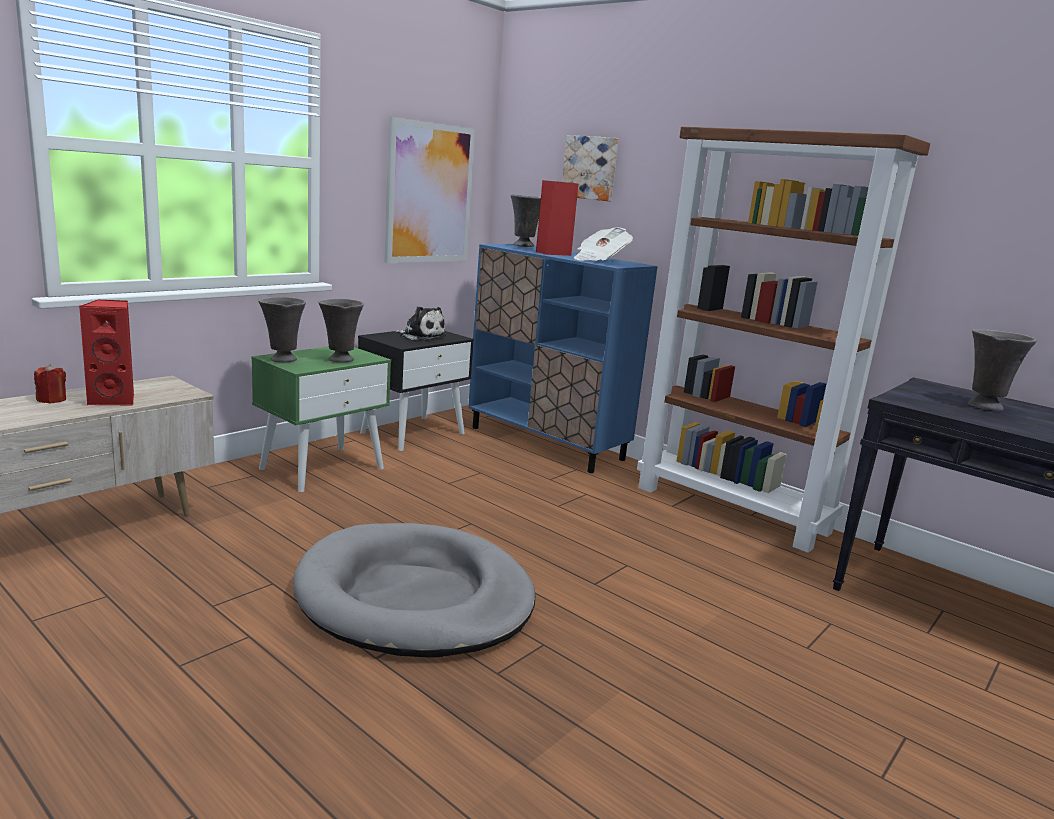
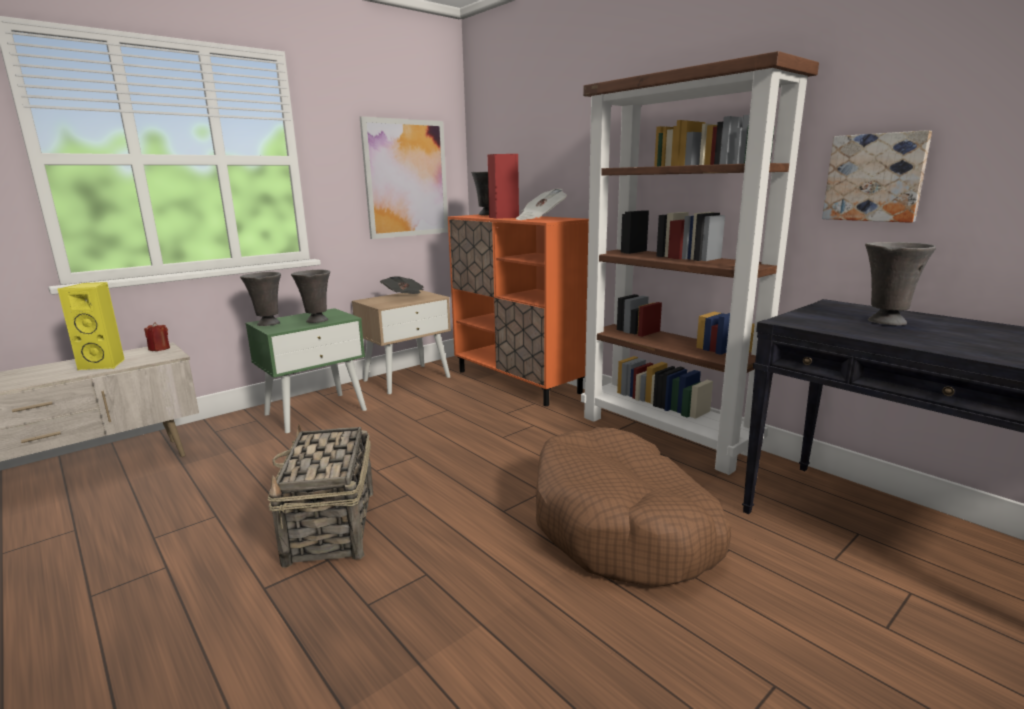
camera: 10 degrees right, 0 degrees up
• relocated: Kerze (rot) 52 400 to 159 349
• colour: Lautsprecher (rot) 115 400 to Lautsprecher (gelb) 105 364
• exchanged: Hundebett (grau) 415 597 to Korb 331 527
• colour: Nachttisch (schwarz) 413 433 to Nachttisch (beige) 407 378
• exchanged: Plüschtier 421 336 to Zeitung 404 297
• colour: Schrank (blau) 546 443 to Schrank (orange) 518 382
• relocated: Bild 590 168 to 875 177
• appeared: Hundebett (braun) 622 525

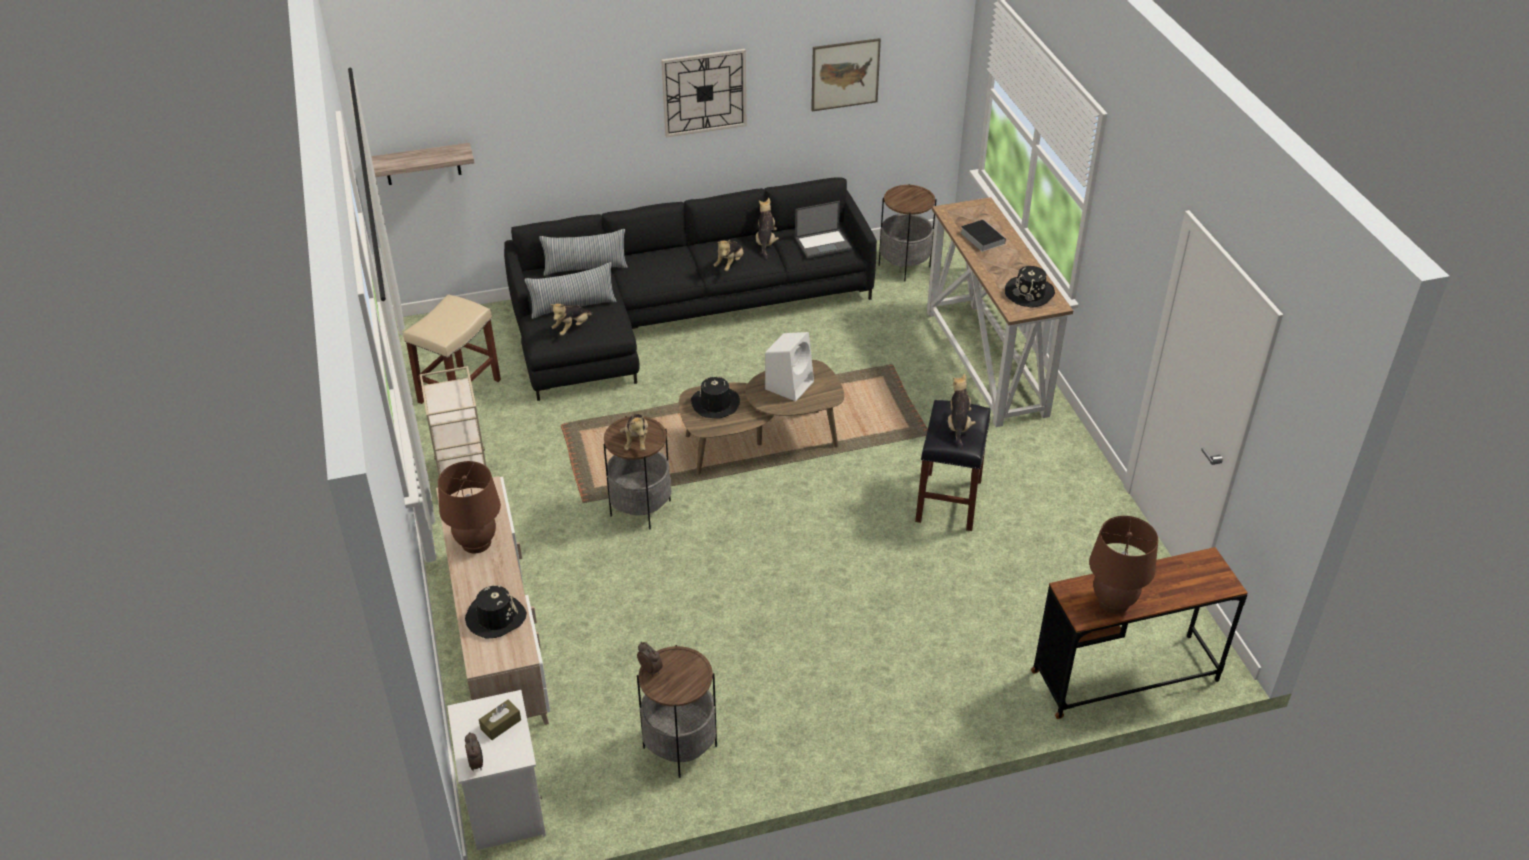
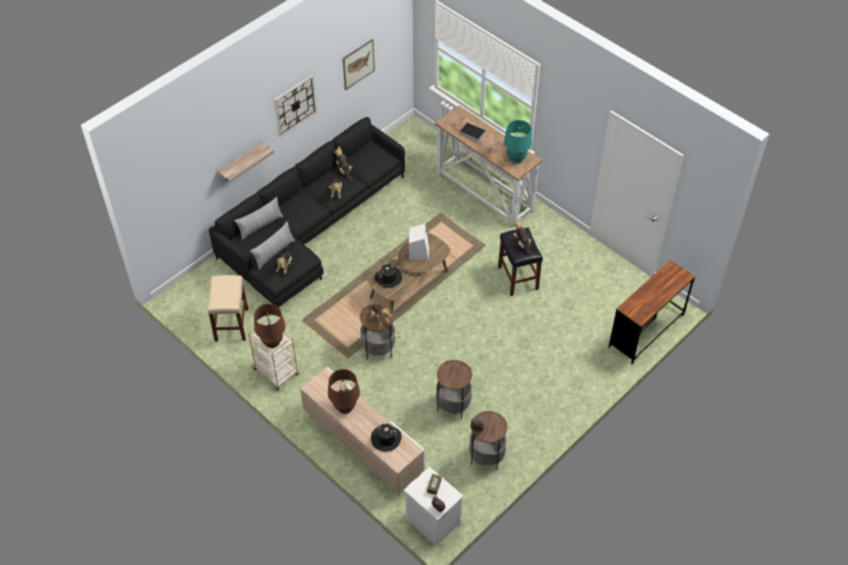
camera: 30 degrees left, 10 degrees up
• relocated: Wandregal 422 164 to 241 162
• missing: Laptop 823 243
• relocated: Beistelltisch 904 266 to 453 405
• exchanged: Hut (schwarz) 1029 293 to Tischlampe (türkis) 516 158
• relocated: Tischlampe (braun) 1113 601 to 272 341

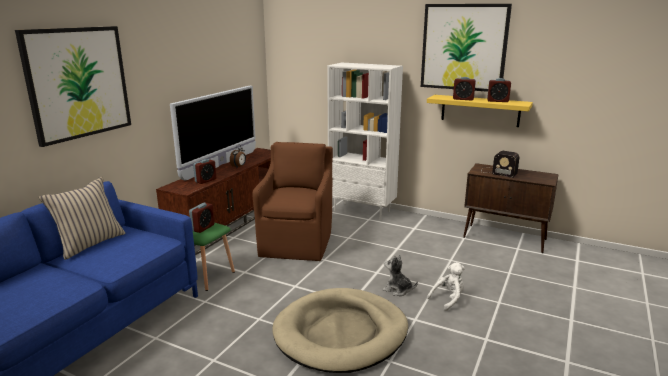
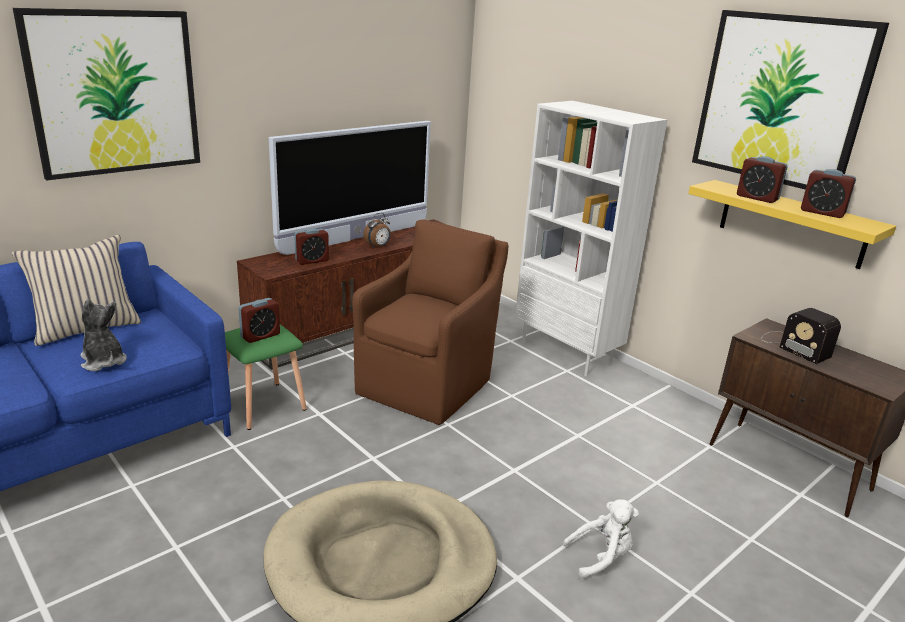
camera: 20 degrees right, 5 degrees up
• relocated: Plüschtier 397 290 to 103 361

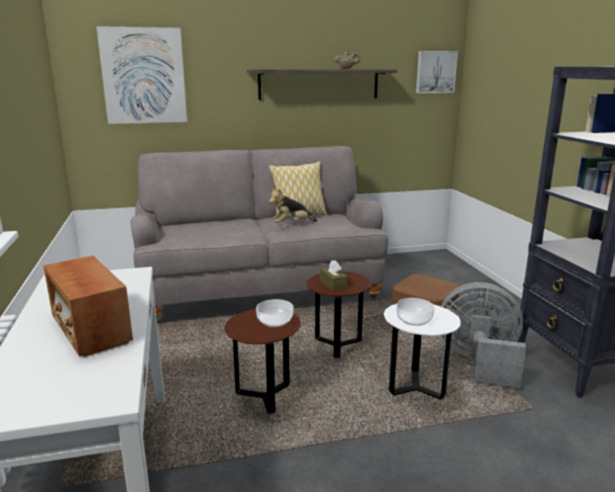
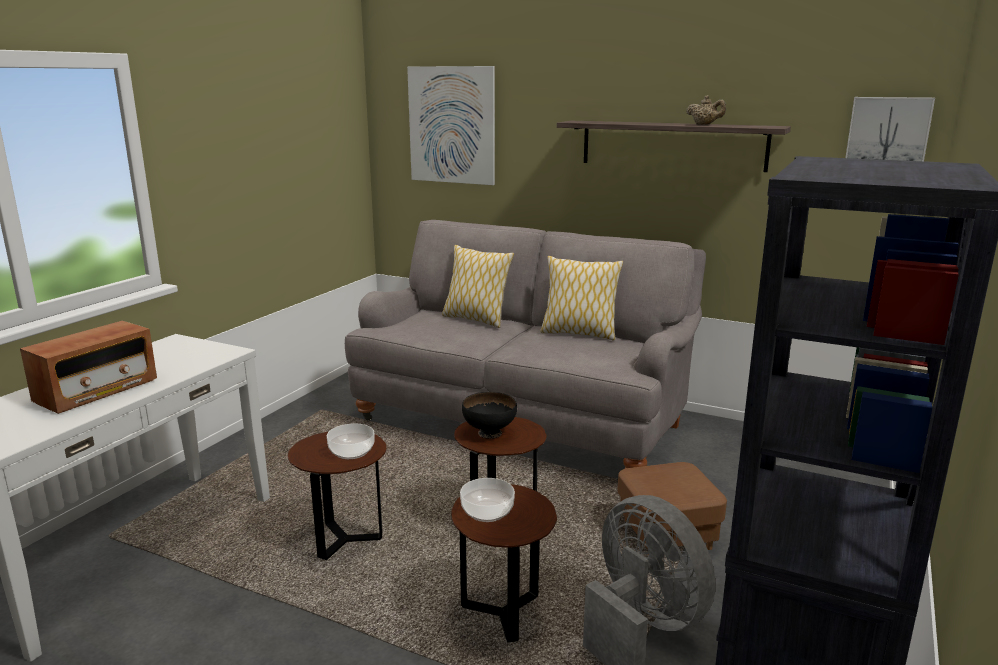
camera: 40 degrees right, 0 degrees up
• spun: Radio 90 329 = 97 391 150 degrees counterclockwise
• missing: Plüschtier 291 224
• exchanged: Taschentuchbox (braun) 333 284 to Schüssel (schwarz) 489 433
• colour: Beistelltisch (weiß) 416 388 to Beistelltisch (braun) 503 615
• appeared: Kissen 476 319

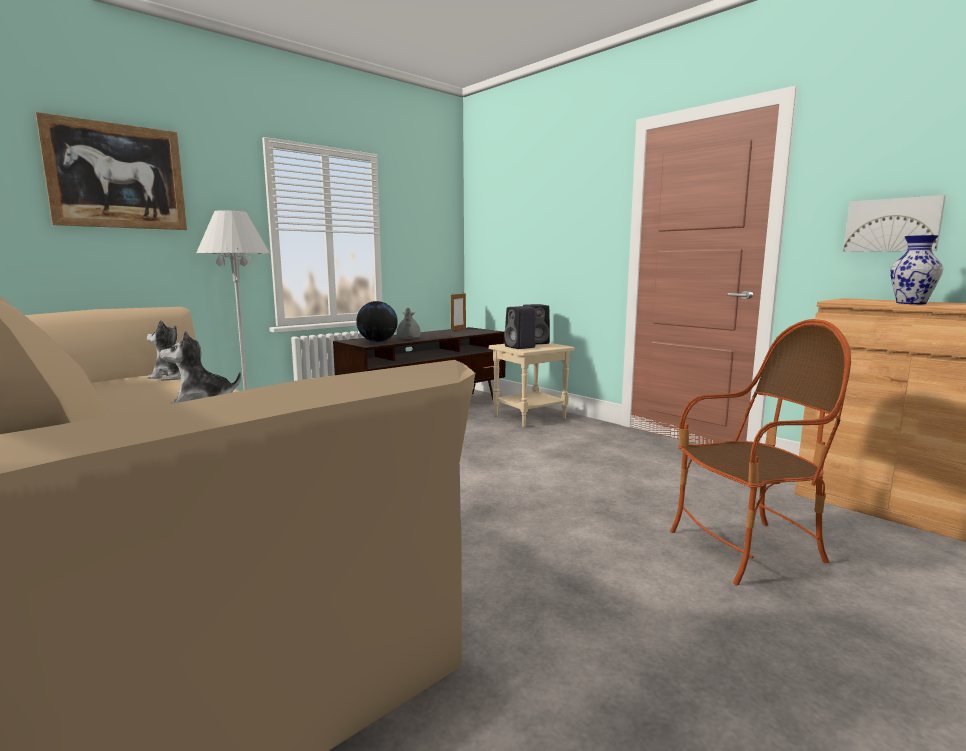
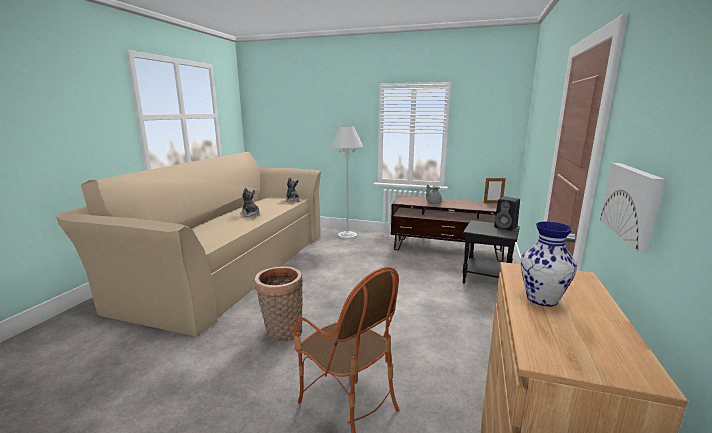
camera: 60 degrees right, 5 degrees up
• missing: Bild 117 176
• missing: Globus 377 341
• colour: Beistelltisch (beige) 529 417 to Beistelltisch (schwarz) 487 279
• missing: Lautsprecher (schwarz) 520 347
• appeared: Korb 282 332

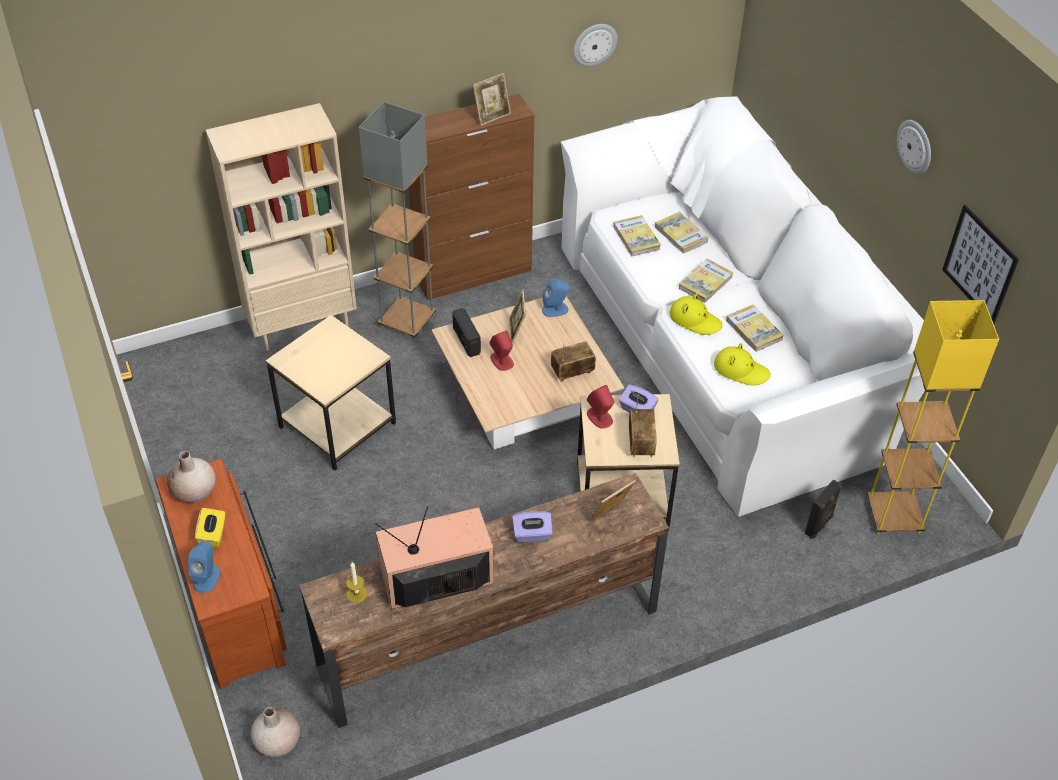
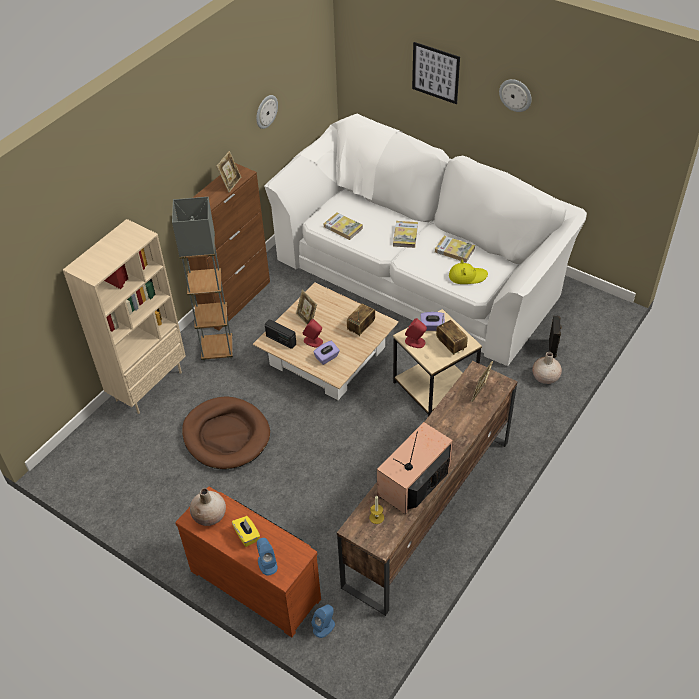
camera: 30 degrees left, 0 degrees up
• relocated: Vase (beige) 277 741 to 545 377
• exchanged: Beistelltisch (beige) 337 424 to Hundebett (braun) 226 435
• relocated: Taschentuchbox (lila) 532 535 to 327 357
• relocated: Lautsprecher (blau) 555 309 to 324 627
• missing: Buch 680 235
• missing: Hut (gelb) 695 319
• missing: Stehlampe (gelb) 894 516
• relocated: Bild 980 264 to 435 72

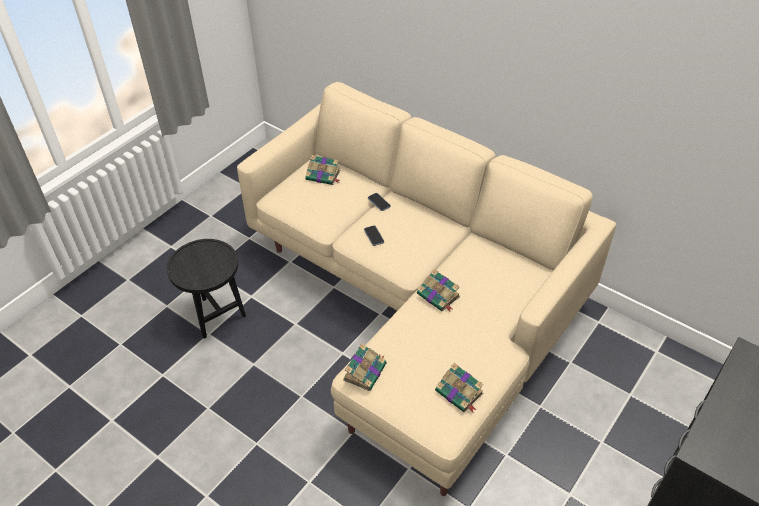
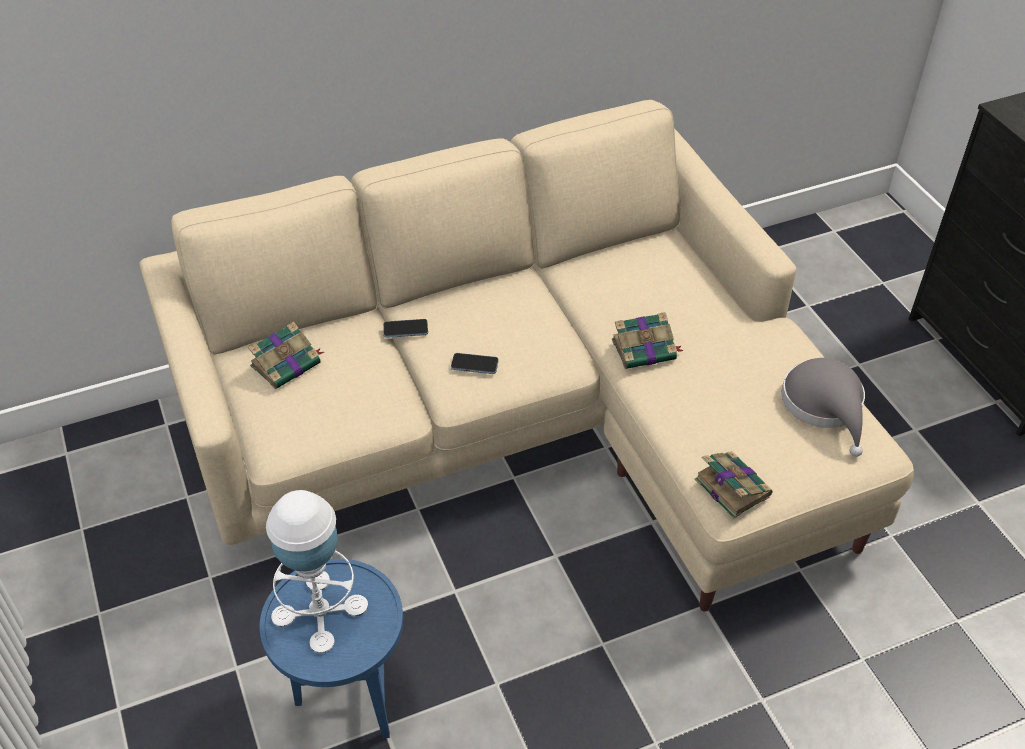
camera: 60 degrees left, 0 degrees up
• colour: Beistelltisch (schwarz) 215 314 to Beistelltisch (blau) 347 698
• exchanged: Buch 460 393 to Hut (grau) 825 406
• appeared: Tischlampe (weiß) 319 611

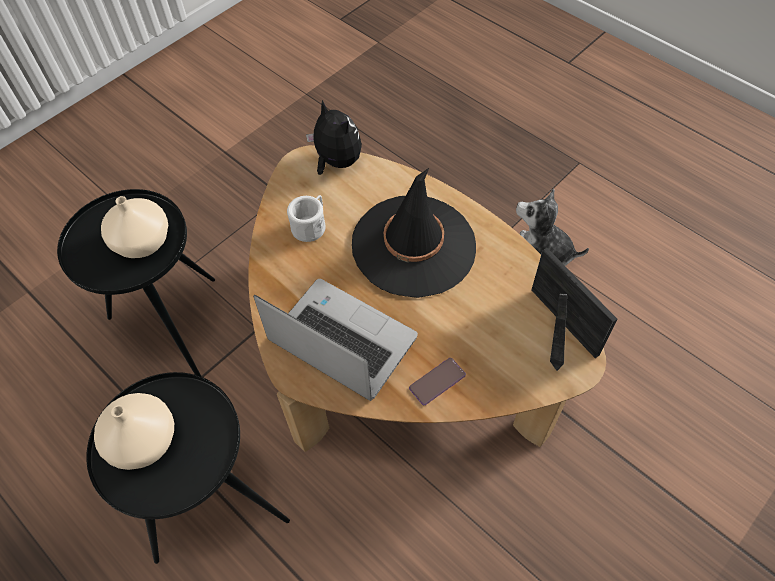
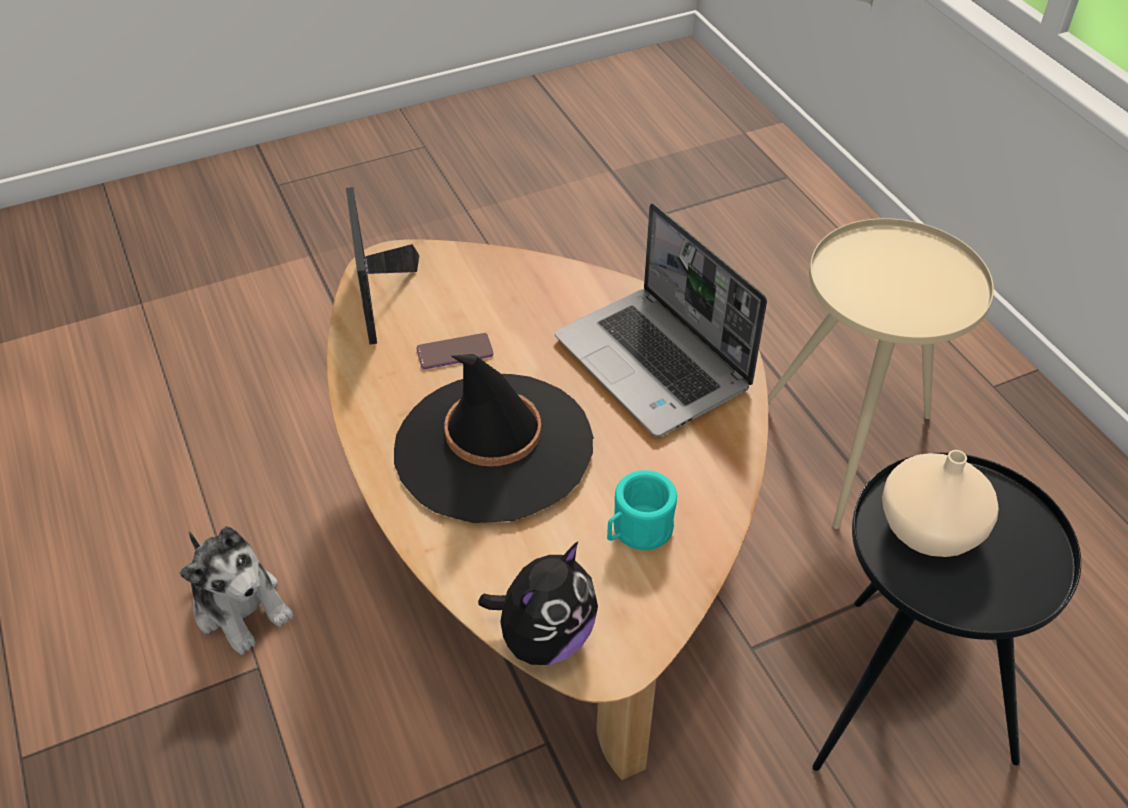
camera: 160 degrees left, 10 degrees down
• colour: Beistelltisch (schwarz) 214 503 to Beistelltisch (beige) 852 448
• missing: Vase (beige) 145 440
• colour: Henkelbecher (weiß) 311 225 to Henkelbecher (türkis) 637 530
• spun: Plüschtier 336 162 = 544 637 120 degrees counterclockwise
• relocated: Handy 437 381 to 455 352

